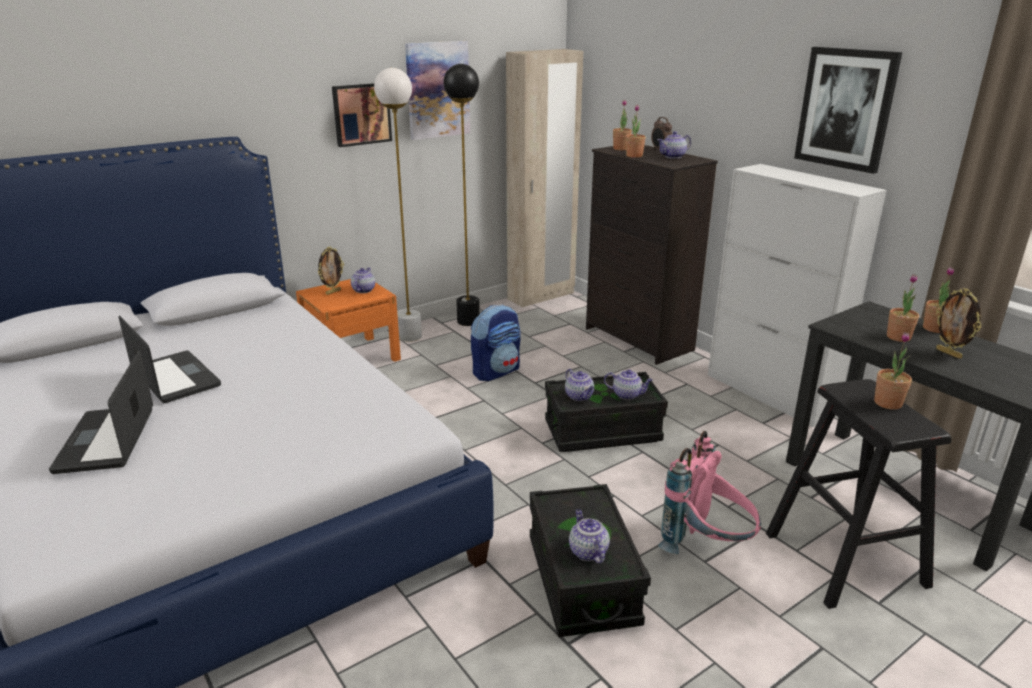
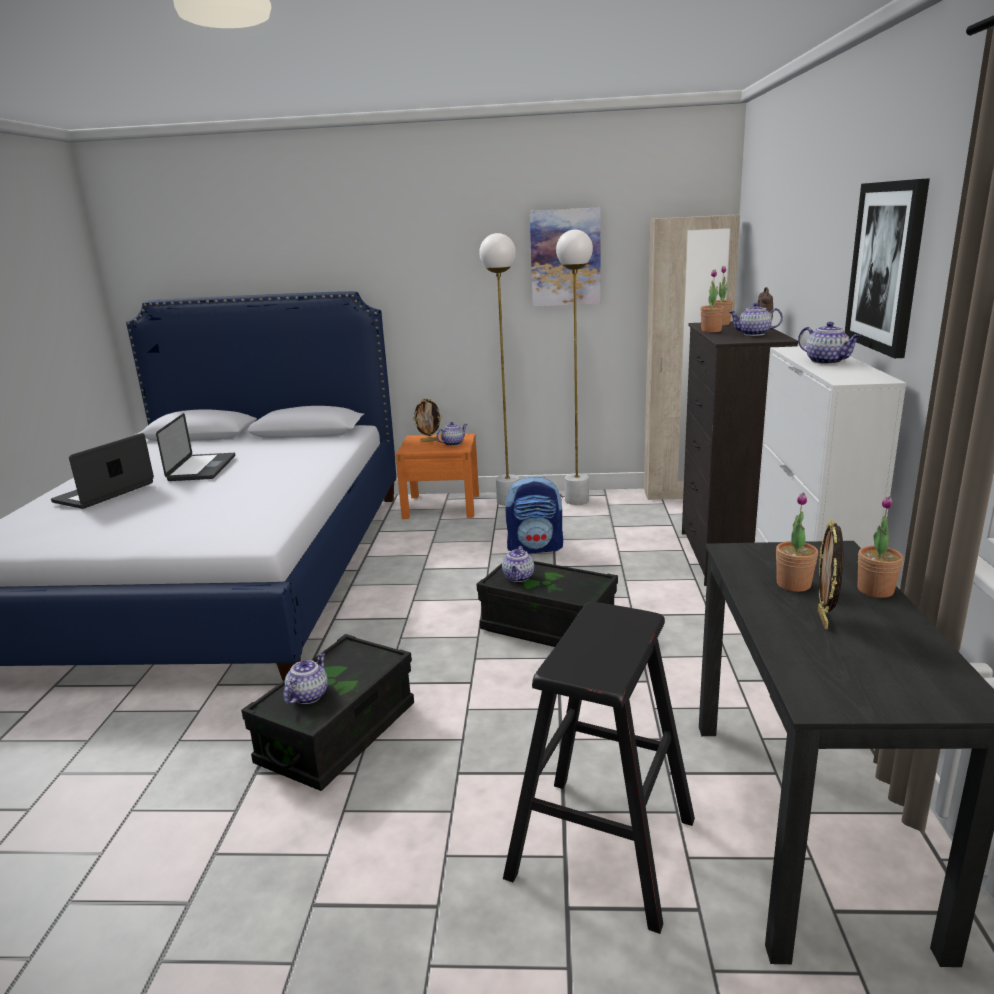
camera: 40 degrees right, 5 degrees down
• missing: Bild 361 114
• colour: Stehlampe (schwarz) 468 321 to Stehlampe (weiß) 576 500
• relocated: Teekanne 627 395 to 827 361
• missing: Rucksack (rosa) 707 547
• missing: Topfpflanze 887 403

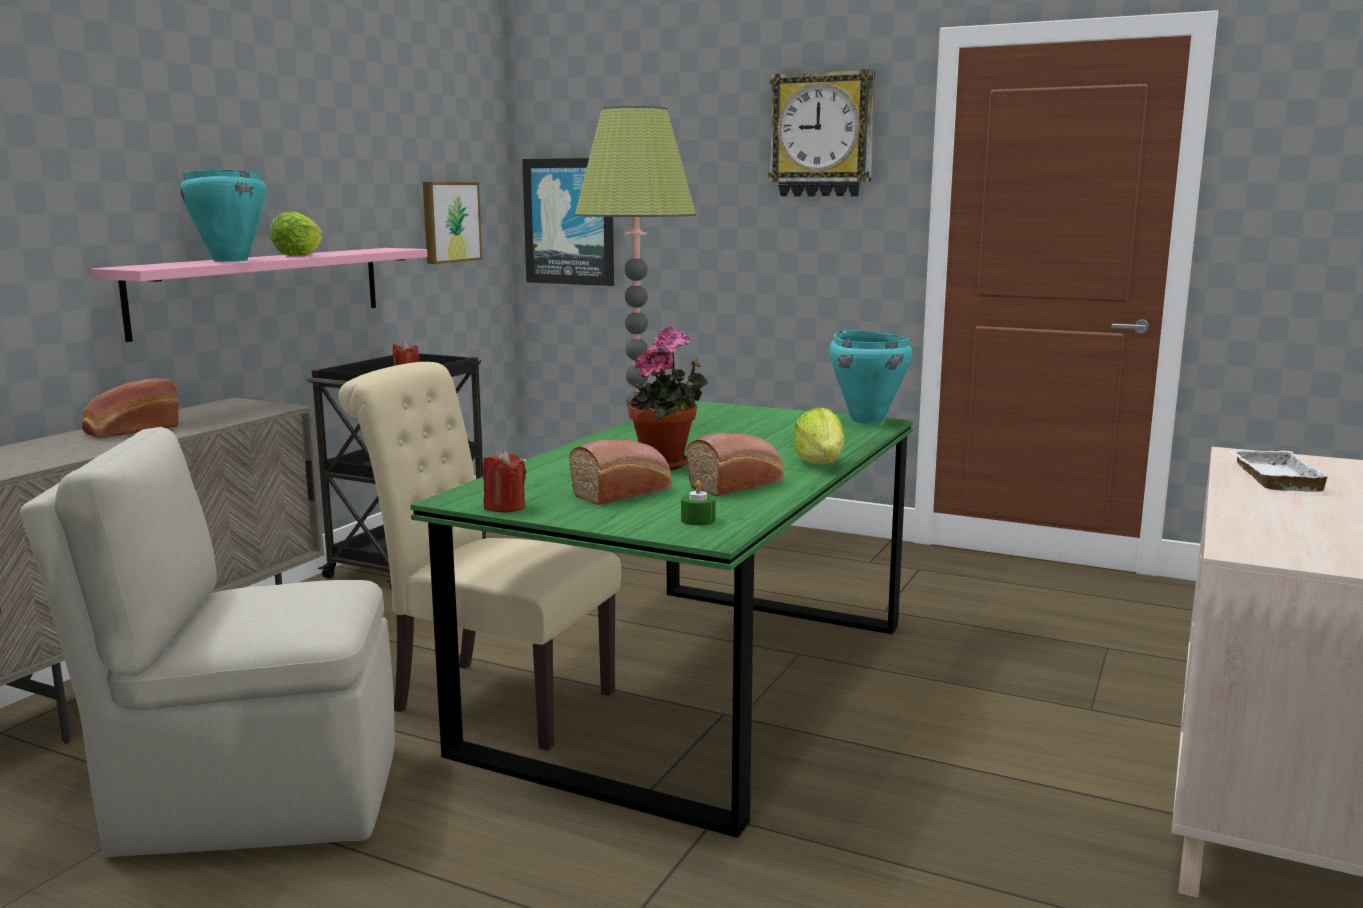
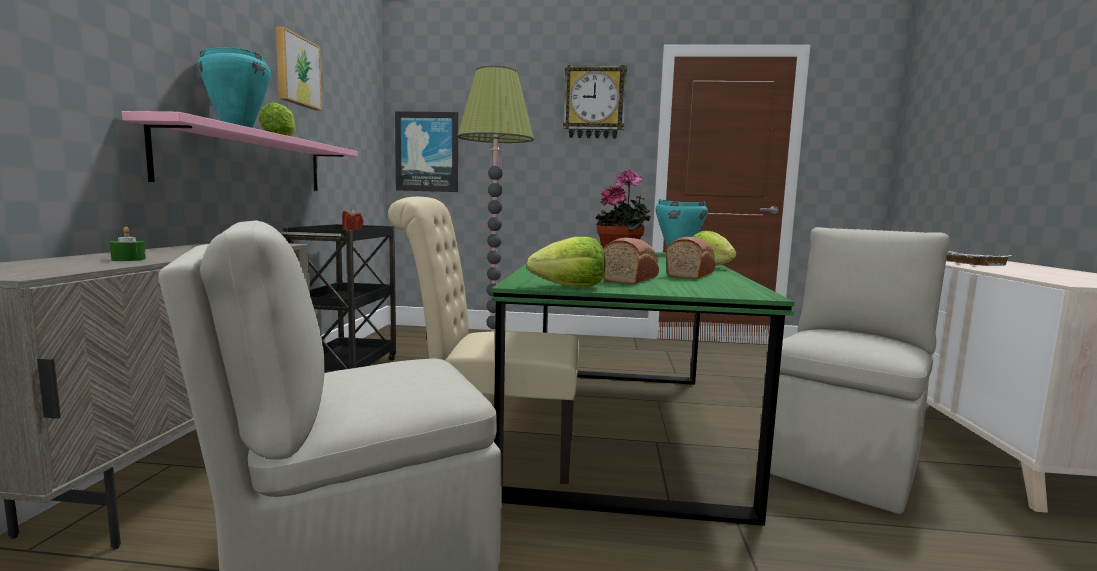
camera: 20 degrees left, 5 degrees down
• missing: Brot 130 430
• relocated: Bild 449 222 to 296 71
• exchanged: Kerze (rot) 504 507 to Salatkopf 570 287
• relocated: Kerze (grün) 698 520 to 128 259
• appeared: Stuhl (beige) 843 460

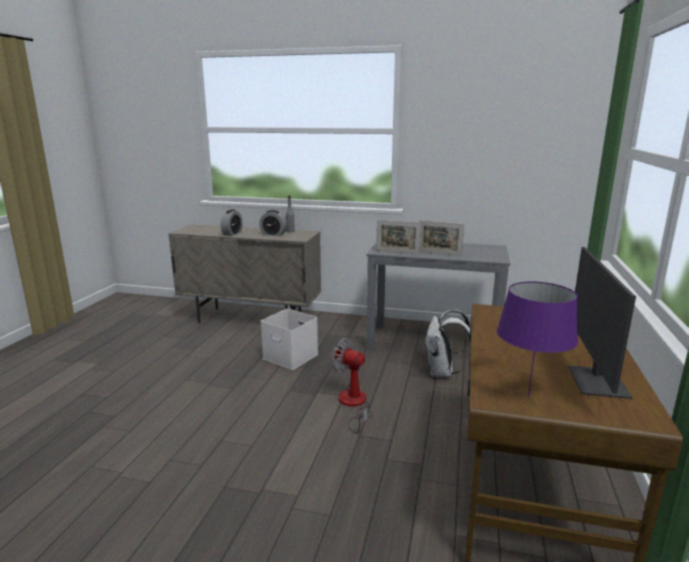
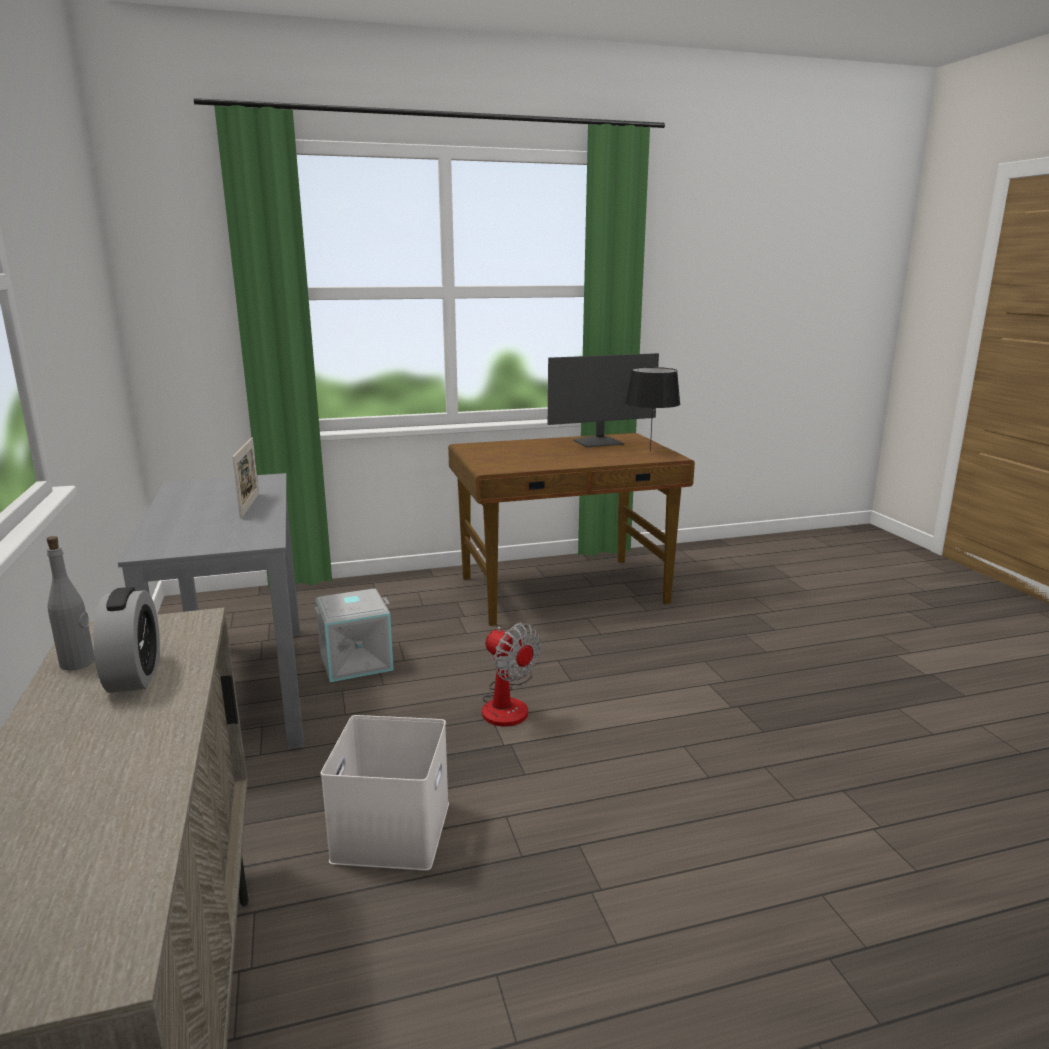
camera: 120 degrees left, 0 degrees up
• missing: Wecker 232 233
• spun: Ventilator 353 404 = 508 703 45 degrees counterclockwise
• missing: Bilderrahmen 397 252
• exchanged: Rucksack (weiß) 443 373 to Aufbewahrungsbox (grau) 356 661
• colour: Tischlampe (lila) 527 396 to Tischlampe (schwarz) 650 451

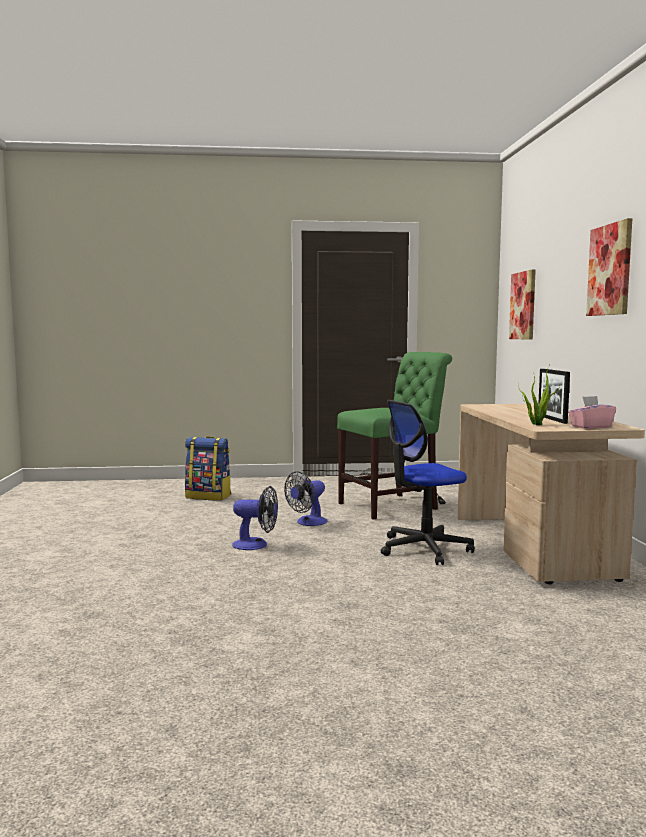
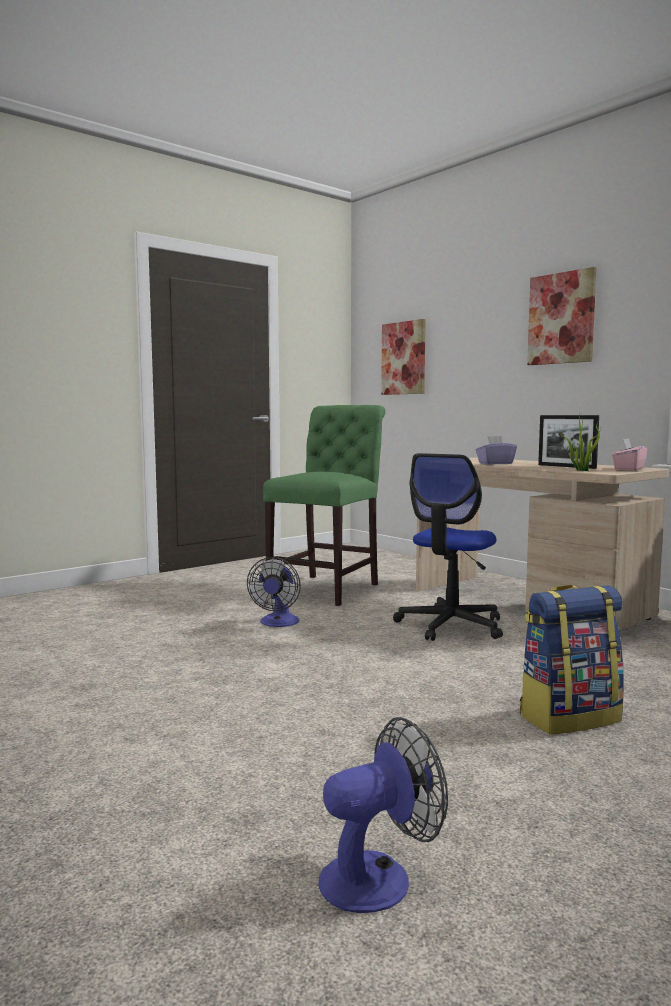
camera: 35 degrees left, 0 degrees up
• relocated: Rucksack 209 496 to 569 717
• relocated: Ventilator 256 545 to 379 876
• appeared: Taschentuchbox (lila) 495 463

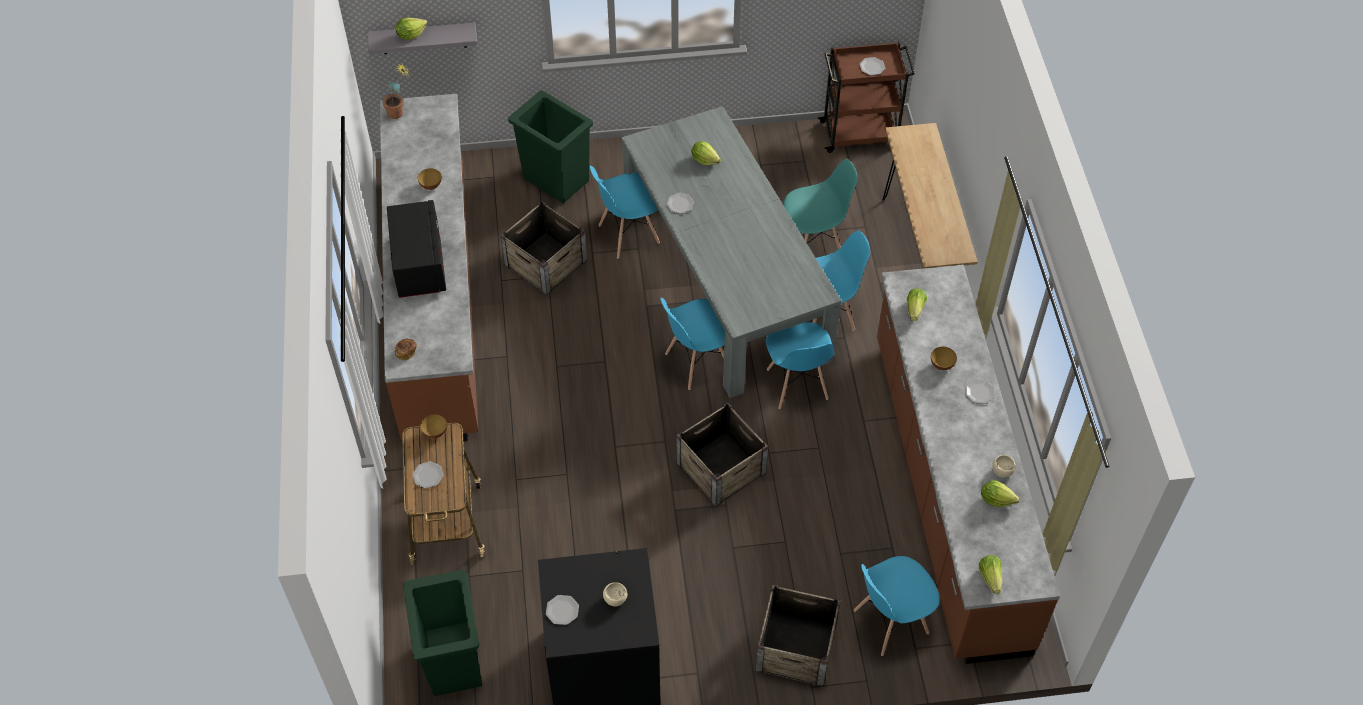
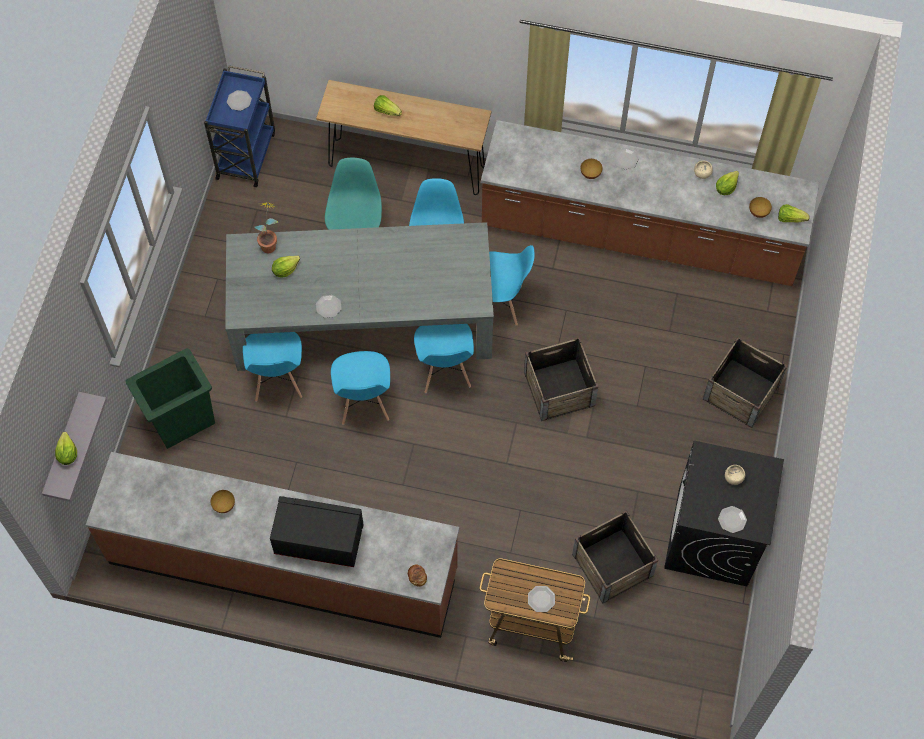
camera: 70 degrees left, 10 degrees up
• relocated: Topfpflanze 400 113 to 270 243
• missing: Mülleimer (grün) 453 660
• relocated: Schüssel 435 433 to 758 212
• relocated: Kiste 546 263 to 612 564
• colour: Rollwagen (braun) 860 133 to Rollwagen (blau) 246 154
• relocated: Stuhl (blau) 890 622 to 363 402
• relocated: Salatkopf 915 309 to 387 111

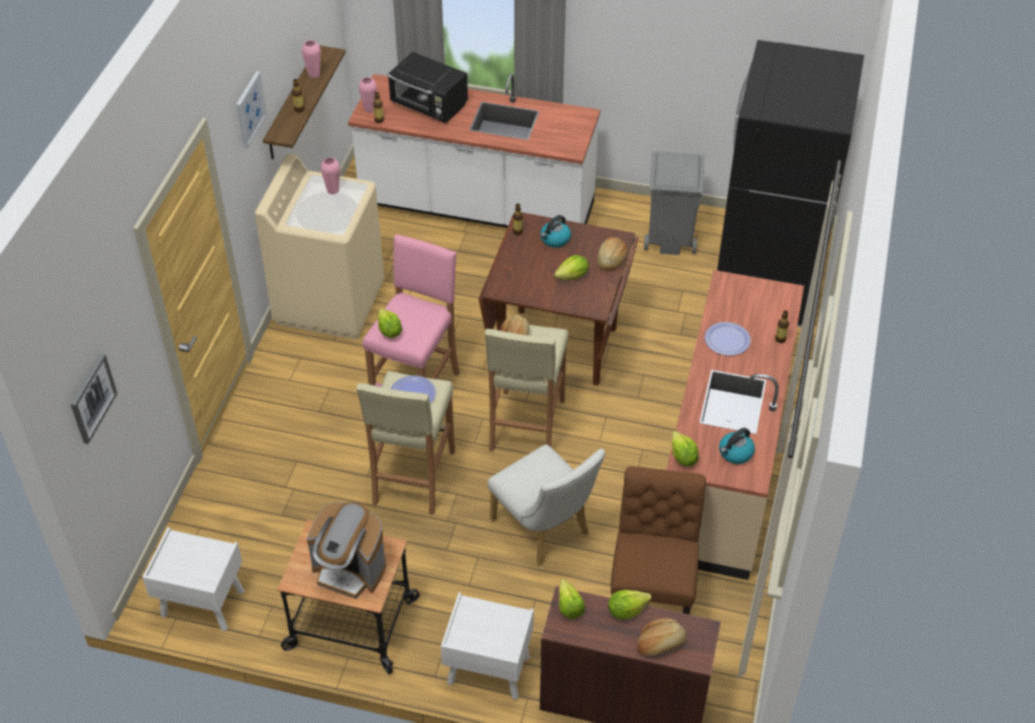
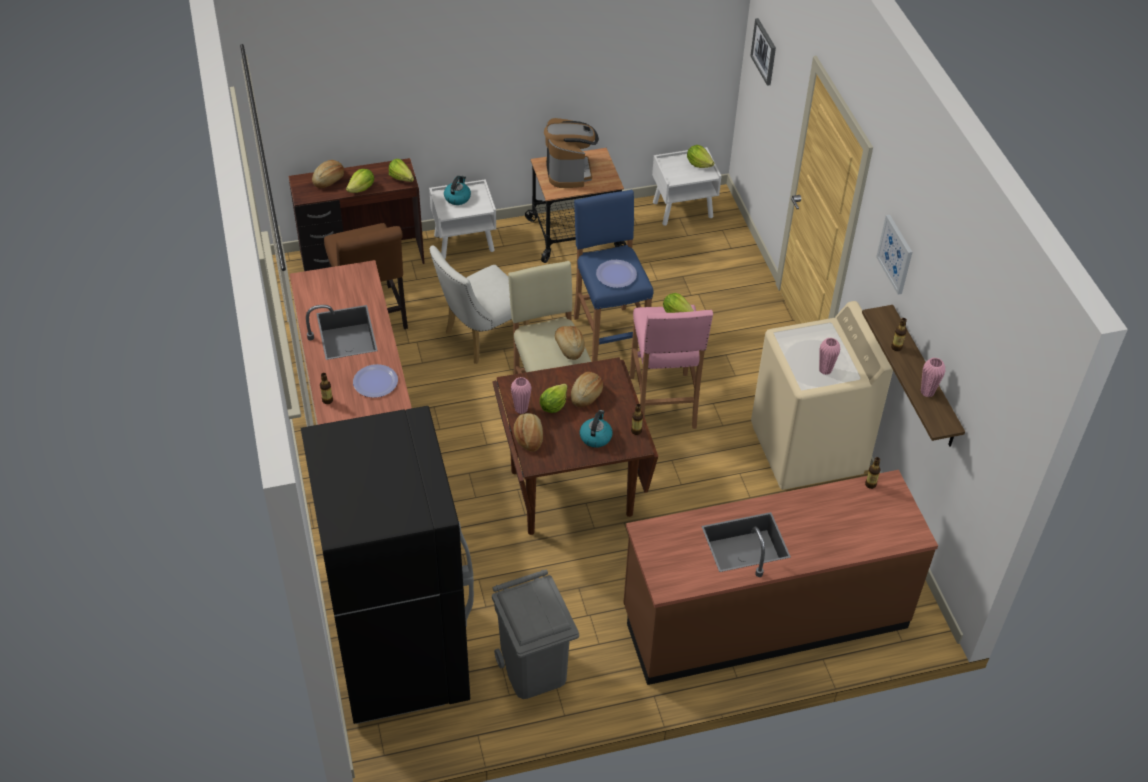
camera: 150 degrees right, 0 degrees up
• spun: Kaffeemaschine 349 570 = 569 171 90 degrees clockwise
• colour: Küchenzeile (weiß) 477 207 to Küchenzeile (braun) 764 618
• colour: Hocker (beige) 413 478 to Hocker (blau) 609 335
• relocated: Vase (rosa) 369 109 to 521 409
• missing: Mikrowelle (schwarz) 429 106
• spun: Stuhl (weiß) 545 531 = 481 338 60 degrees counterclockwise
• relocated: Salatkopf 682 457 to 699 164
• relocated: Wasserkessel 735 453 to 457 197
• appeared: Brot 586 394

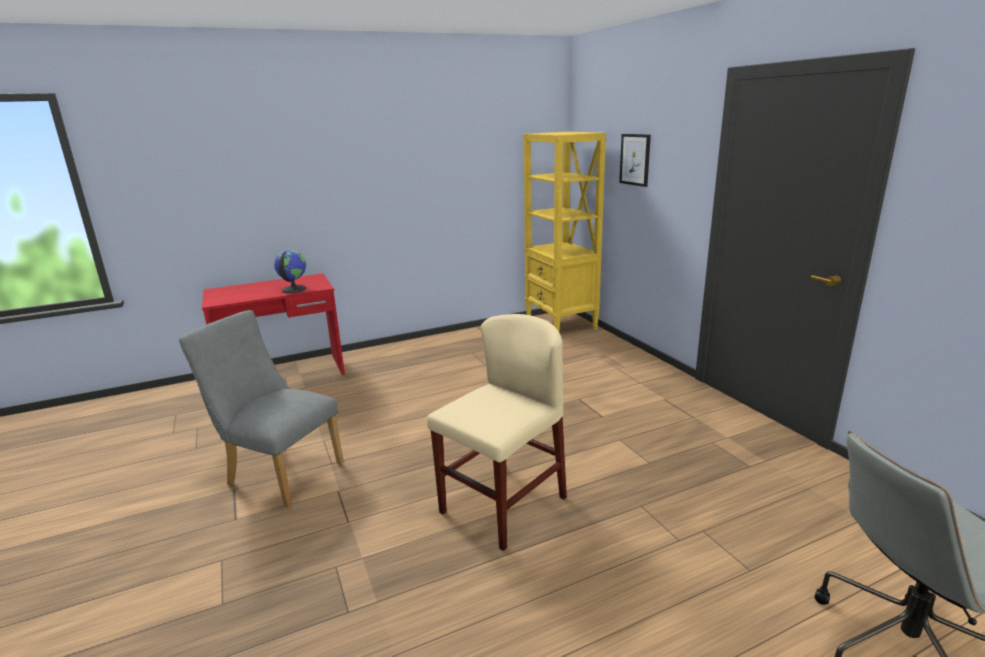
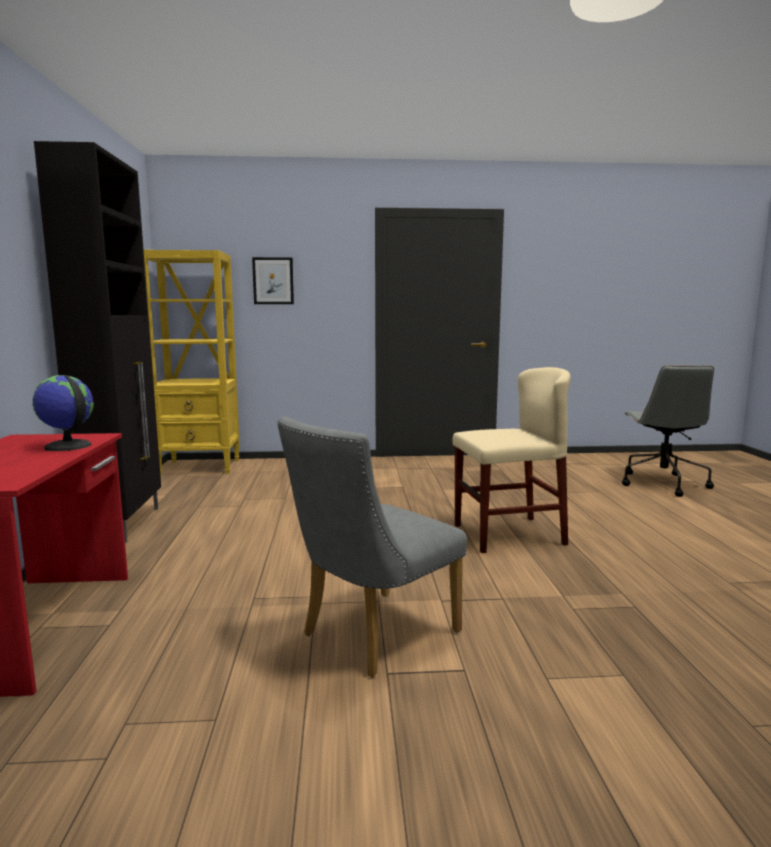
camera: 70 degrees left, 10 degrees down
• spun: Stuhl (beige) 503 505 = 508 534 105 degrees clockwise
• appeared: Schrank (schwarz) 124 524

